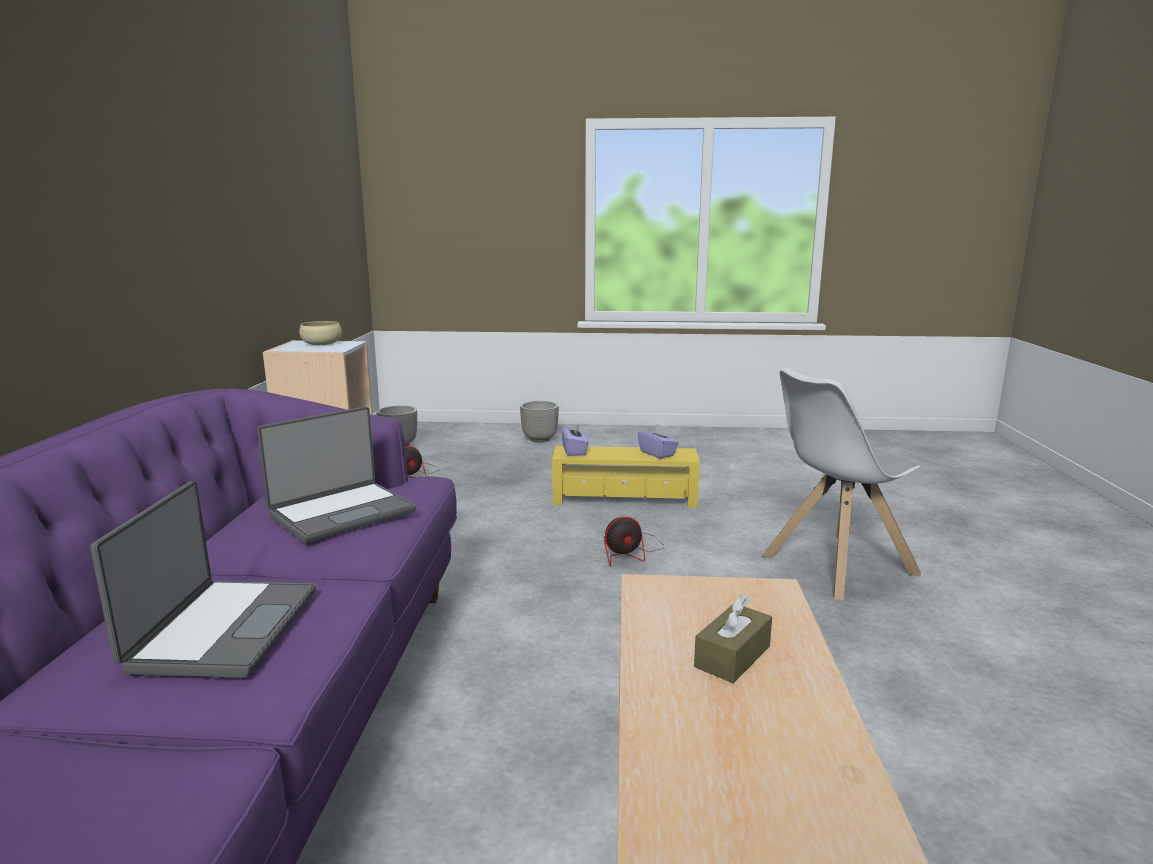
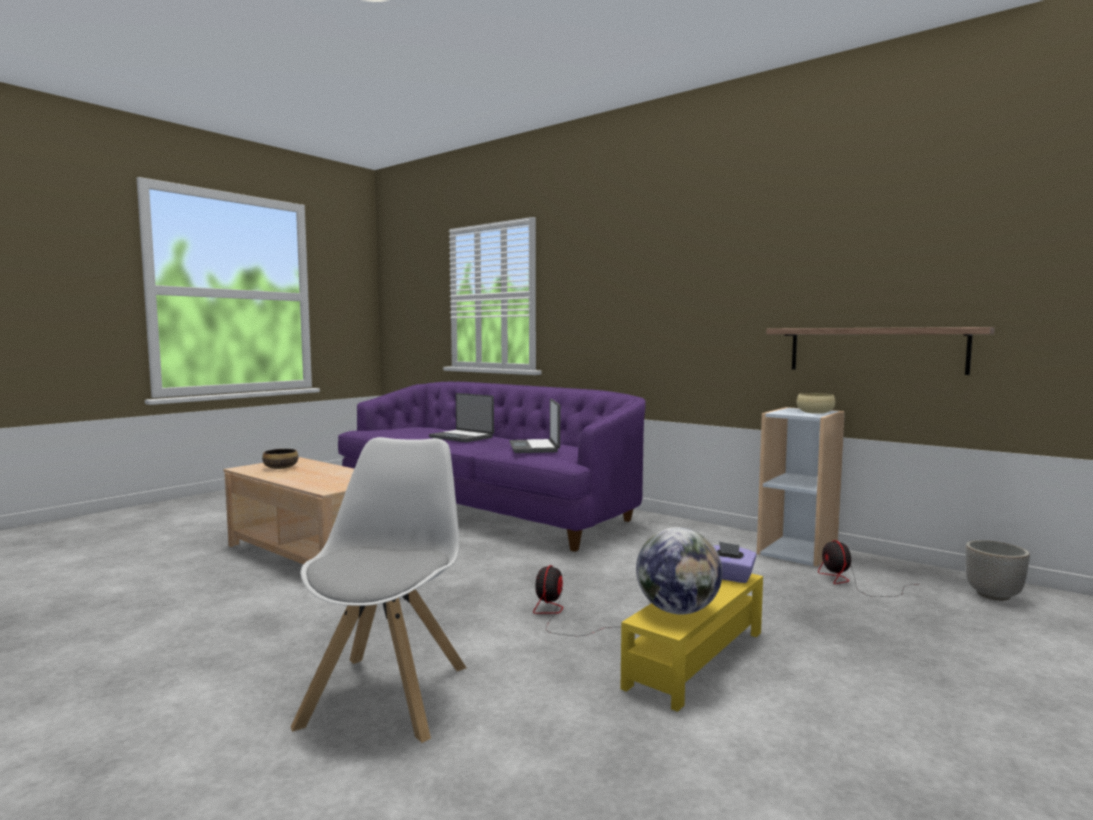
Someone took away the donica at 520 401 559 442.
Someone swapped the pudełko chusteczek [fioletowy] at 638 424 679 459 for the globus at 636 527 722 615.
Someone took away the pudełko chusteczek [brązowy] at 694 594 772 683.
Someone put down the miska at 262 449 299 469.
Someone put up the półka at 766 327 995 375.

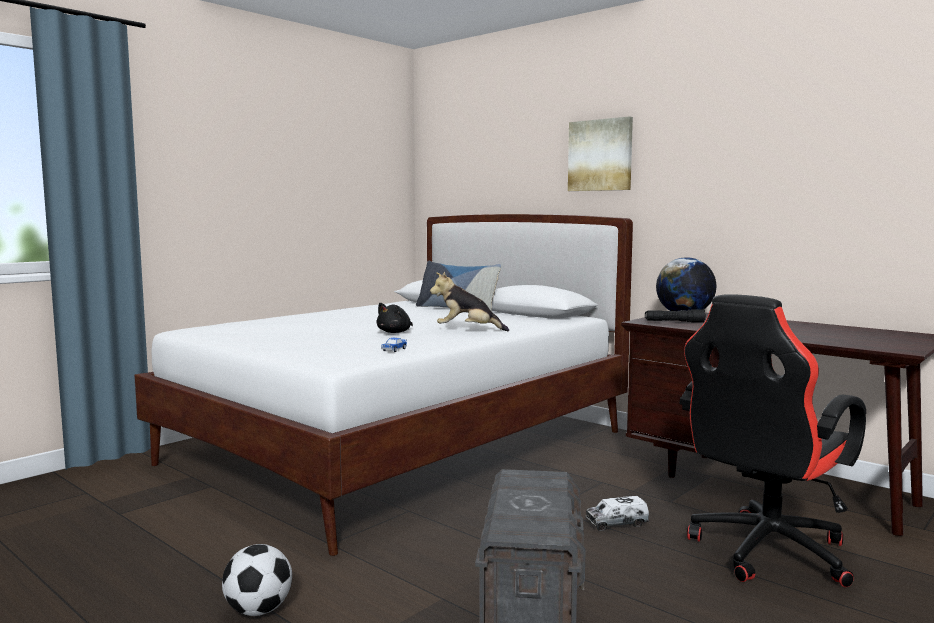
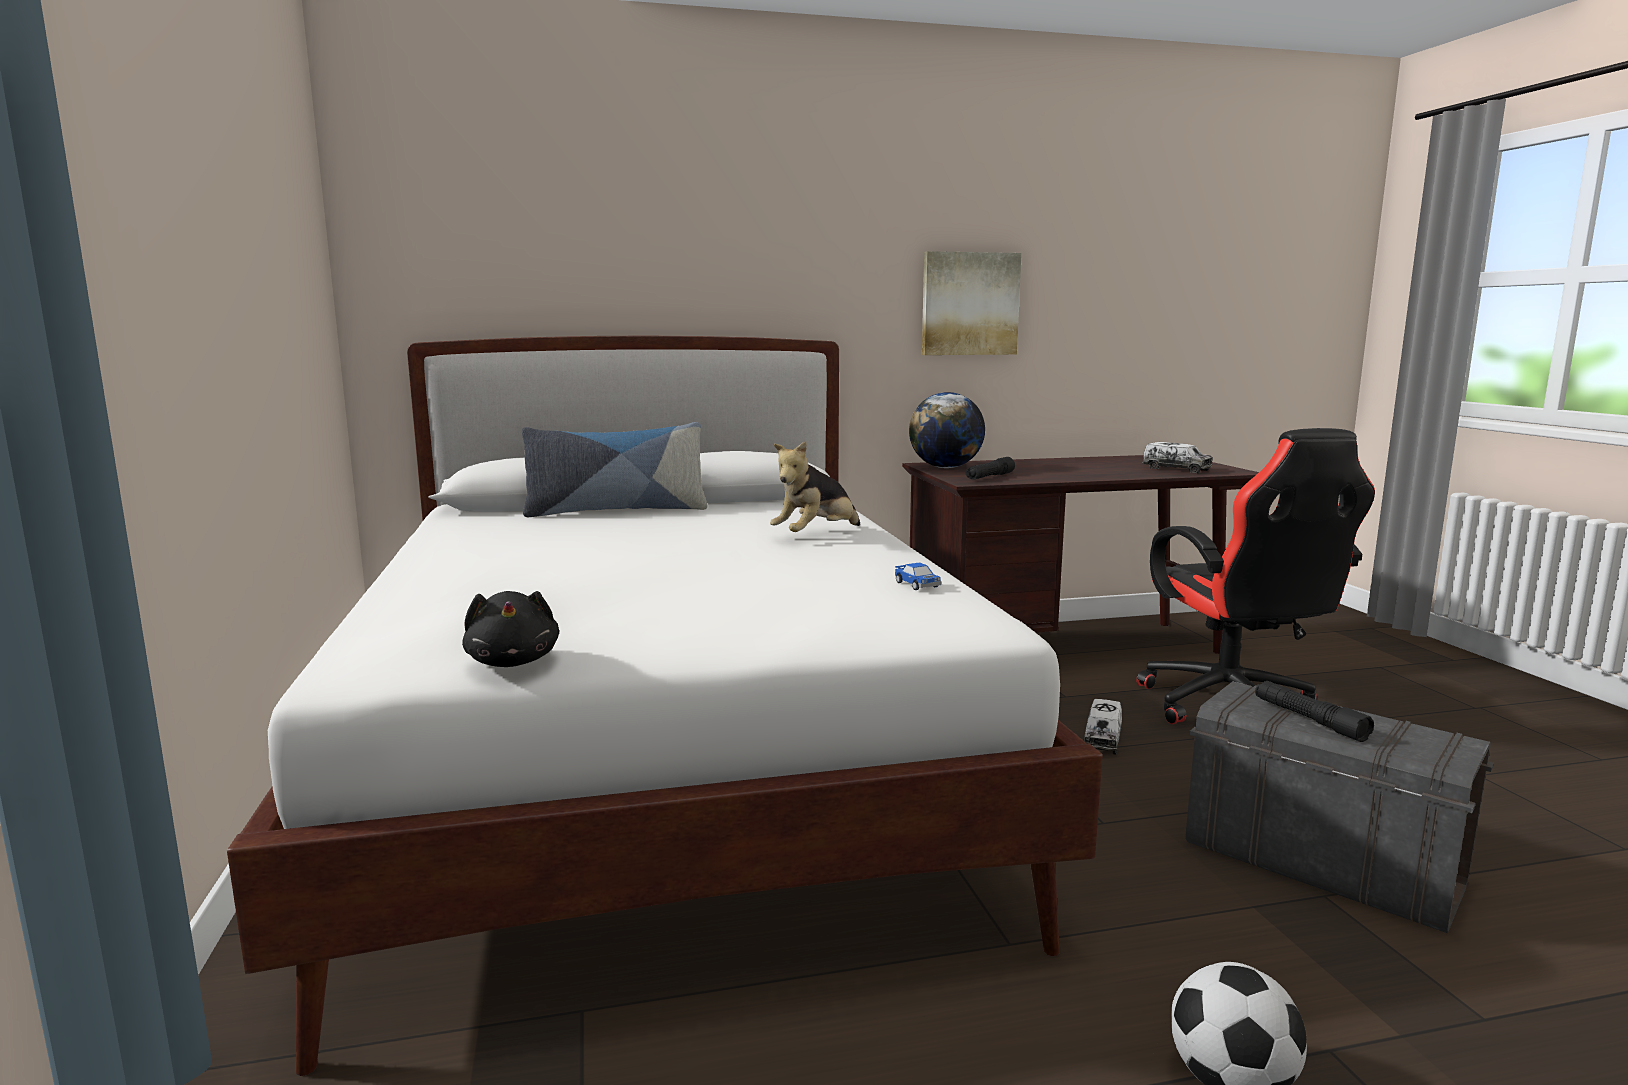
Someone carried the pluszak [czarny] from 377 303 413 333 to 462 591 559 667.
Someone carried the obraz from 568 116 633 191 to 922 251 1022 355.
Someone put down the ciężarówka zabawkowa at 1142 442 1213 473.
Someone put down the latarka [czarny] at 1255 681 1374 742.

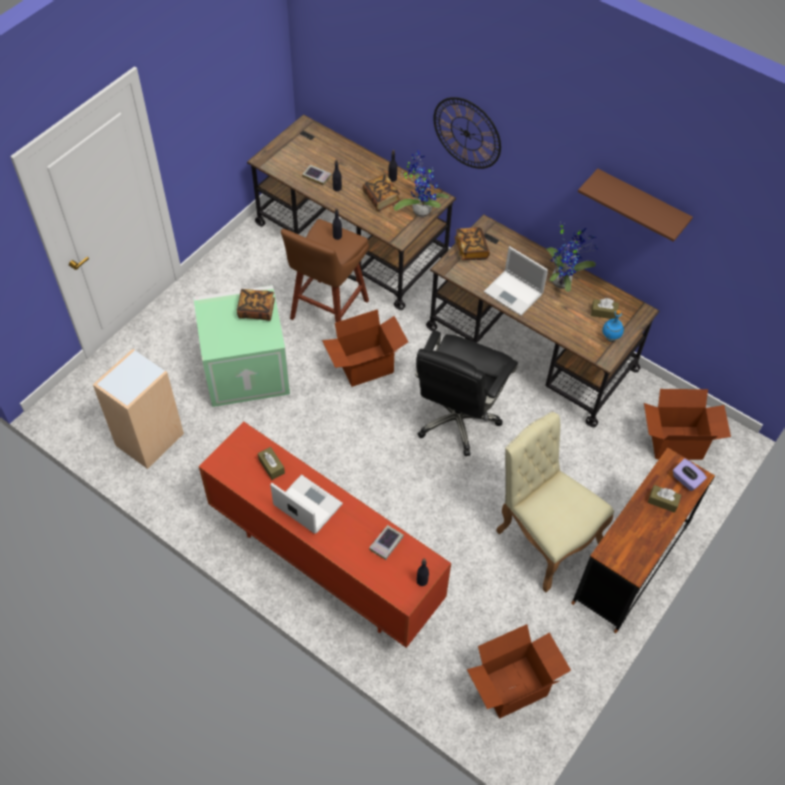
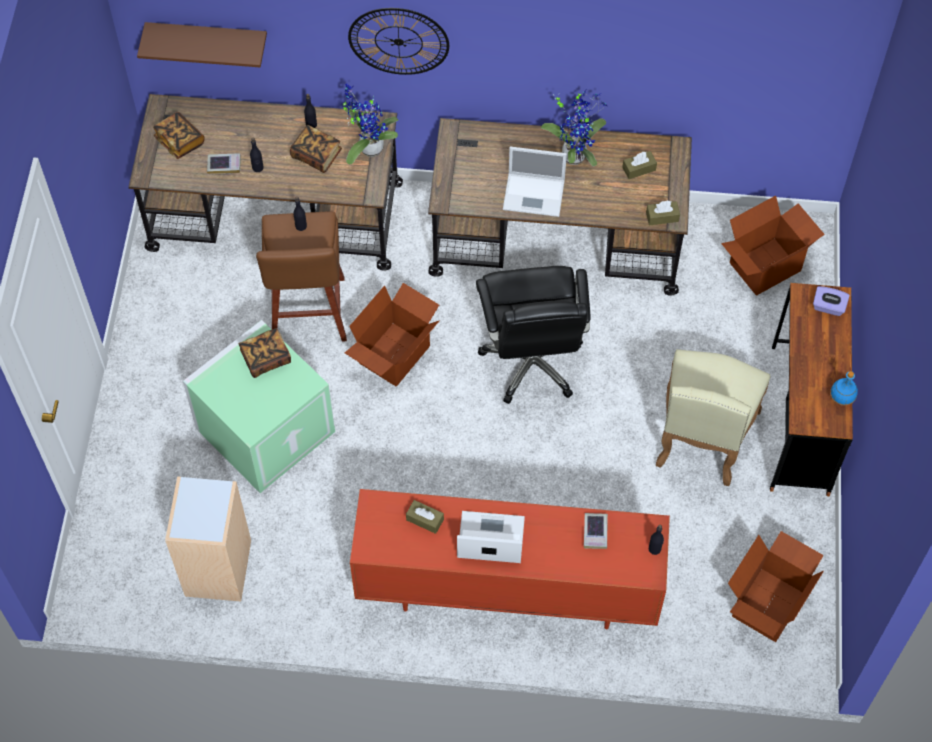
Someone carried the książka from 455 227 490 260 to 153 112 205 159.
Someone rotated the krzesło [beżowy] at 496 411 614 592 by 90 degrees counterclockwise.
Someone carried the półka [brązowy] from 578 169 693 242 to 137 22 267 67.
Someone carried the butelka [niebieski] from 602 310 624 341 to 830 371 858 406.
Someone carried the pudełko chusteczek [brązowy] from 648 485 681 513 to 646 200 680 226.

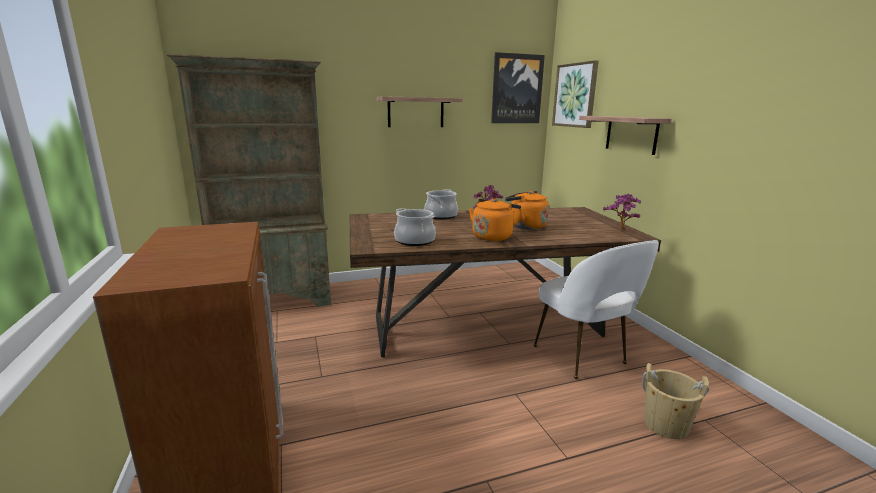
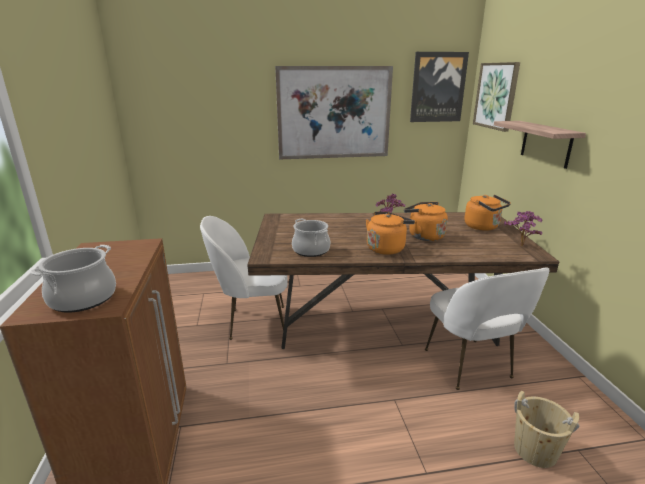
Someone took away the regał [zielony] at 167 54 331 307.
Someone swapped the półka at 377 96 462 127 for the obraz at 275 66 393 160.
Someone carried the garnek from 424 189 458 219 to 30 245 116 313.
Someone put down the krzesło [biały] at 200 216 288 340.
Someone put down the czajnik [pomarańczowy] at 464 195 511 231.

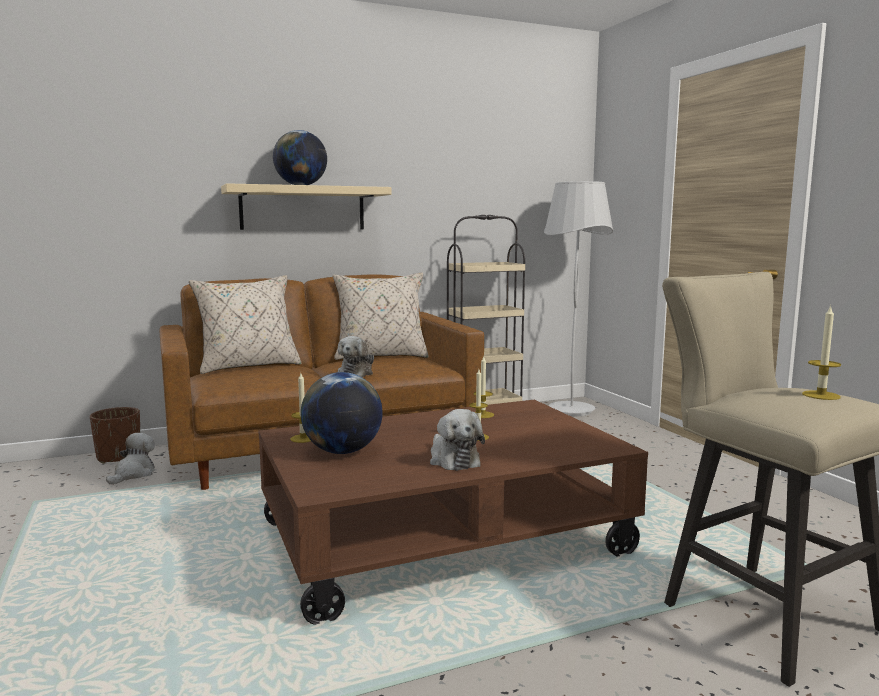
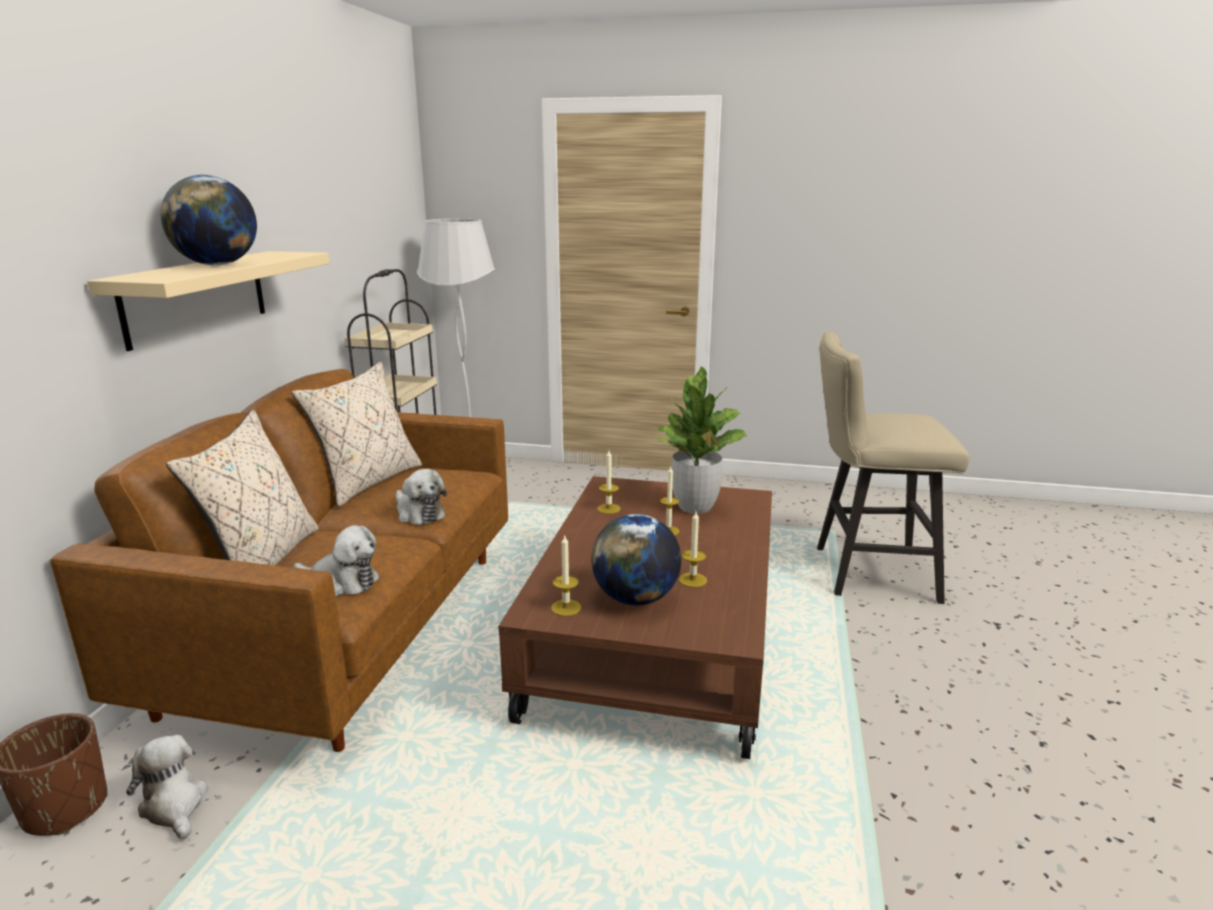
Someone carried the pluszak from 430 409 485 471 to 293 525 380 596.
Someone carried the świeca from 802 305 841 400 to 679 512 707 587.
Someone put down the roślina doniczkowa at 655 366 747 514.

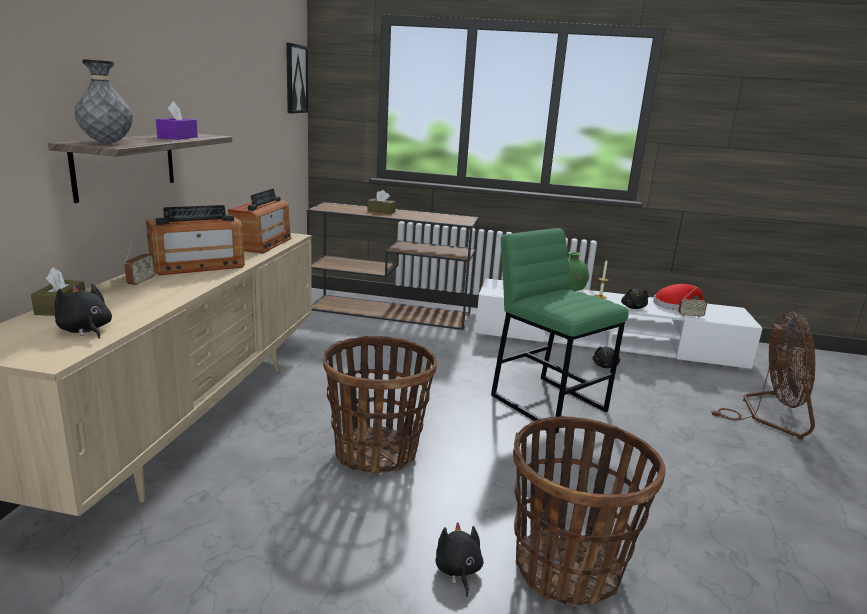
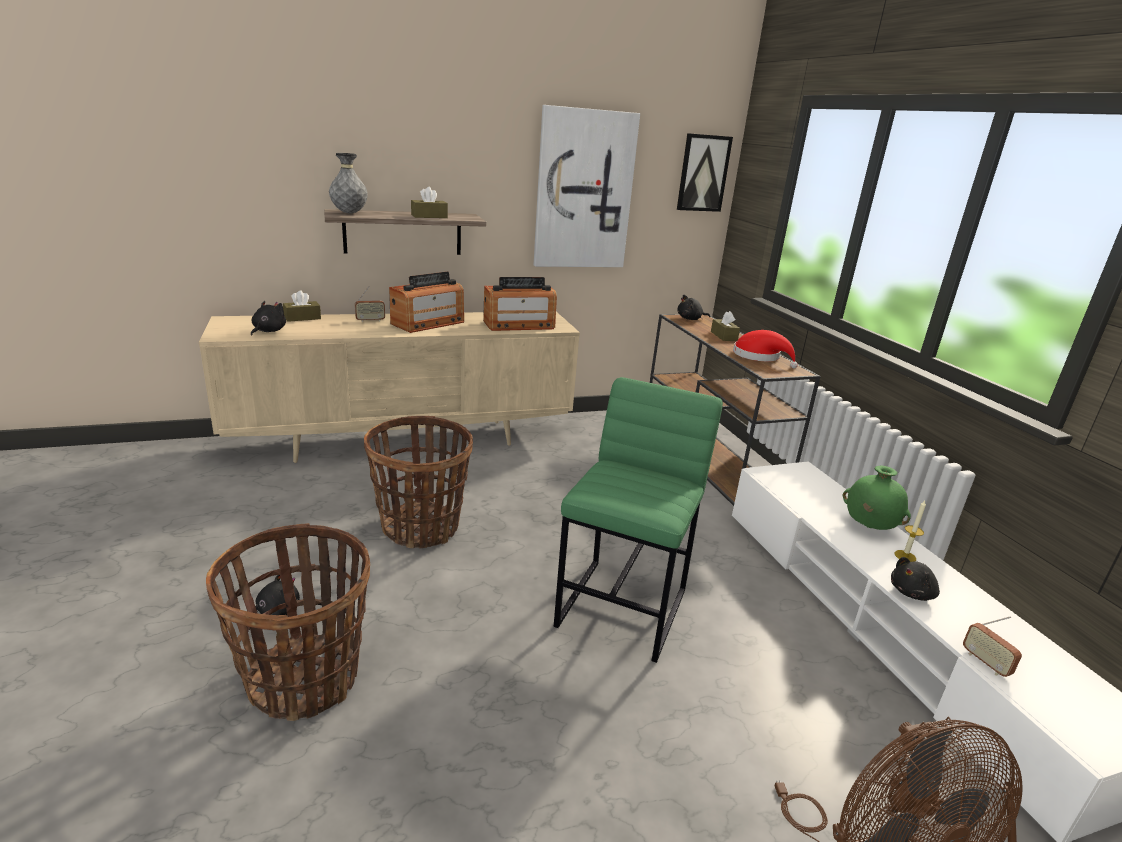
Someone rotated the radio at 146 205 245 275 by 75 degrees counterclockwise.
Someone repainted the pudełko chusteczek [fioletowy] at 156 101 198 140, which became the pudełko chusteczek [brązowy] at 411 187 448 218.
Someone carried the pluszak [czarny] from 593 346 620 368 to 677 295 710 320.
Someone carried the kapelusz [czerwony] from 653 284 703 310 to 733 330 798 368.
Someone put up the obraz at 534 105 640 267.

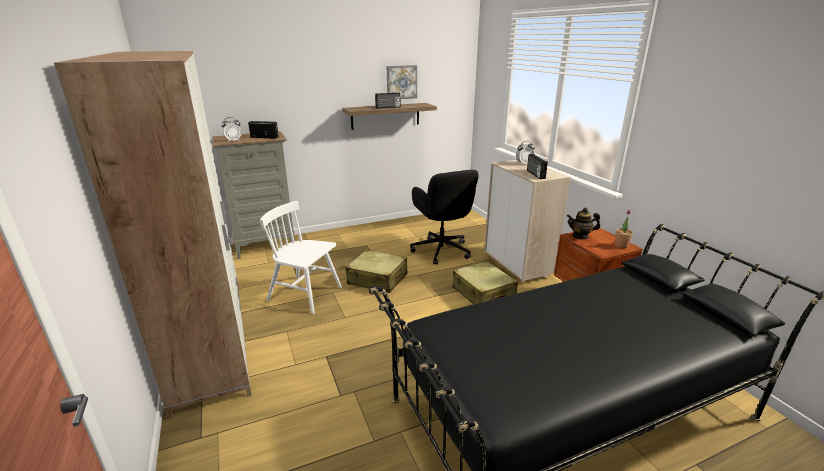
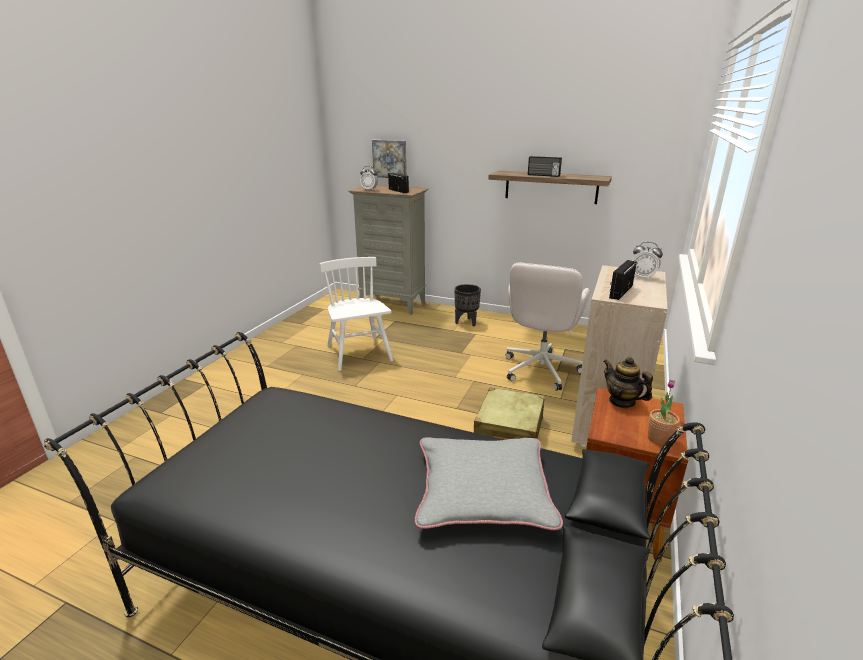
Someone took away the szafa [biały] at 54 51 252 419.
Someone took away the walizka [beżowy] at 345 250 408 293.
Someone carried the obraz from 387 65 417 99 to 372 140 407 178.
Someone repainted the krzesło biurowe [czarny] at 410 170 479 265, which became the krzesło biurowe [biały] at 505 263 590 391.
Someone put down the poduszka [szary] at 415 437 563 531.
Someone put down the donica [czarny] at 454 284 481 326.

